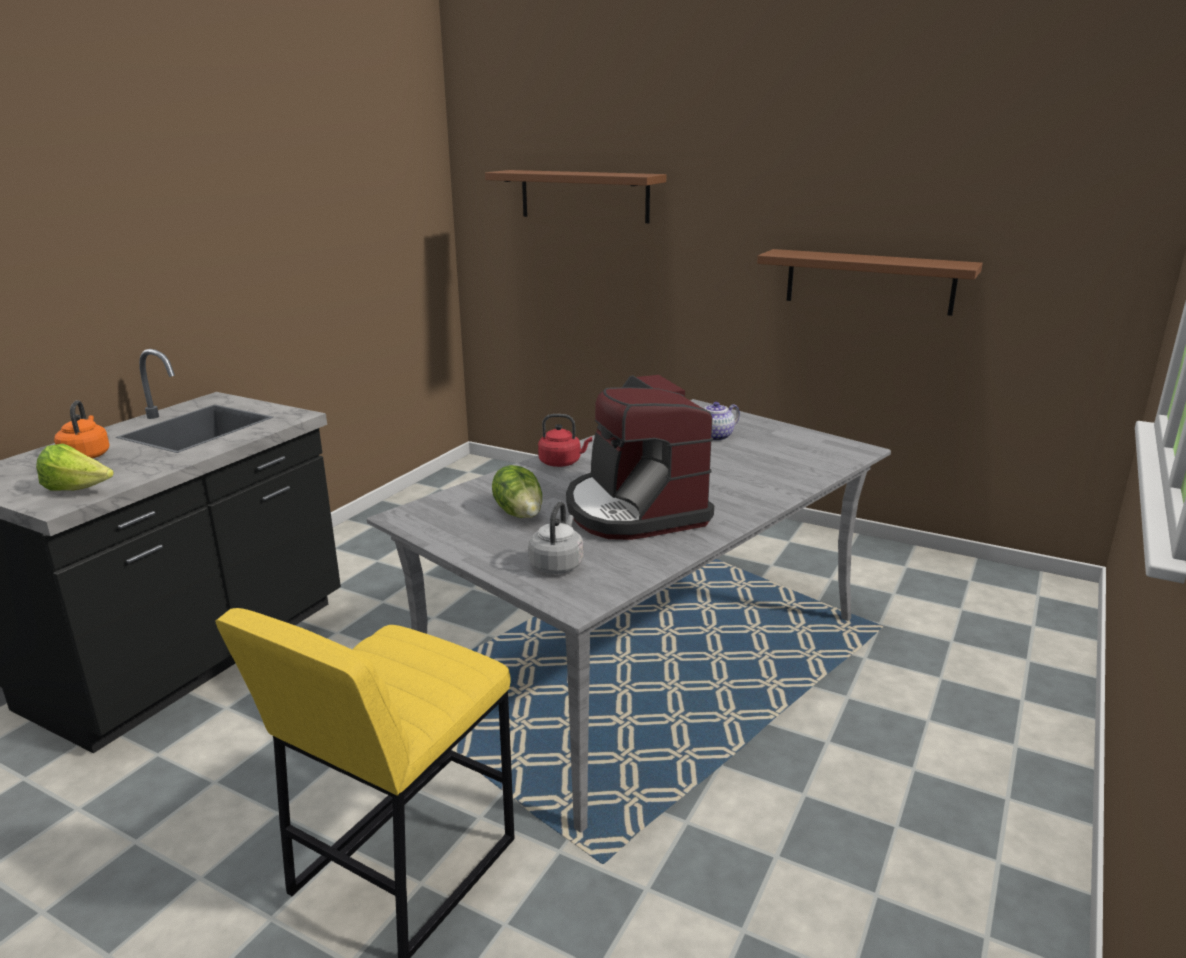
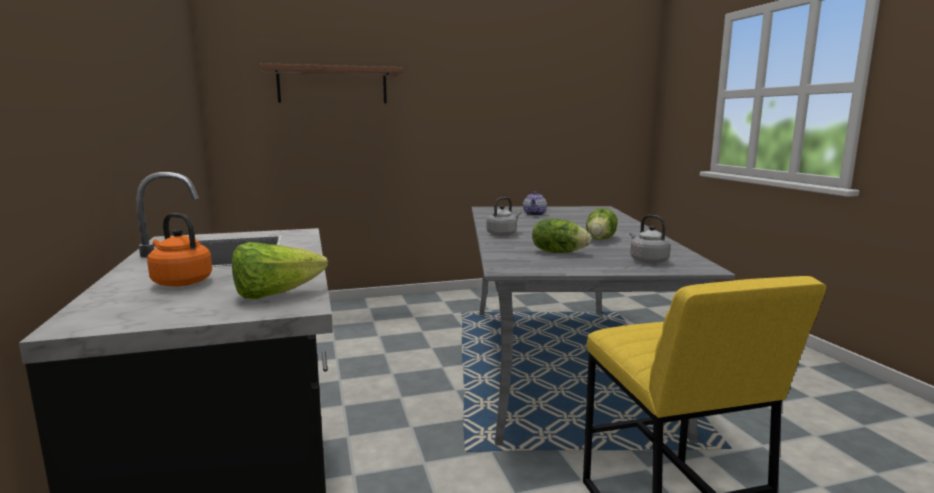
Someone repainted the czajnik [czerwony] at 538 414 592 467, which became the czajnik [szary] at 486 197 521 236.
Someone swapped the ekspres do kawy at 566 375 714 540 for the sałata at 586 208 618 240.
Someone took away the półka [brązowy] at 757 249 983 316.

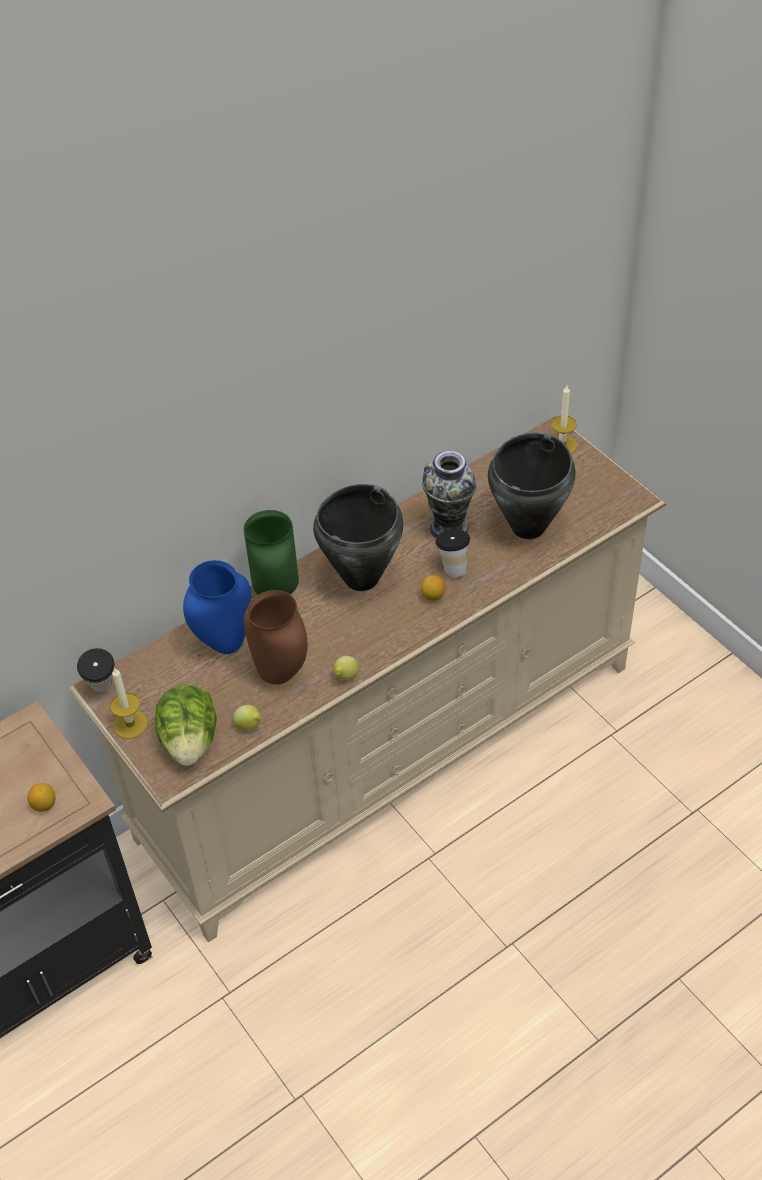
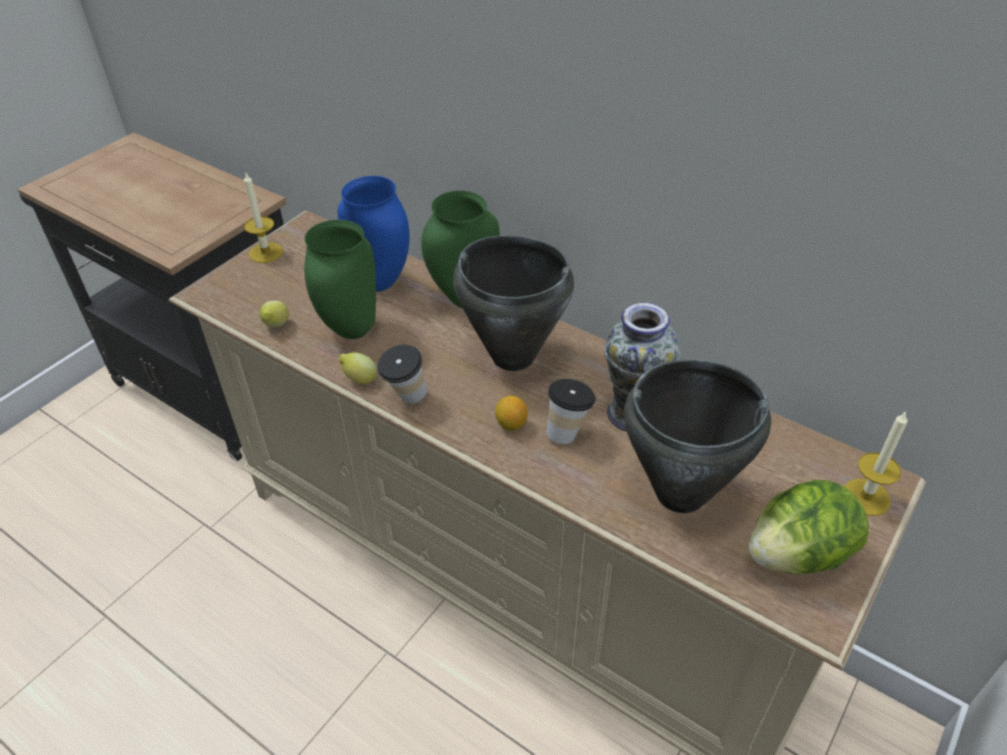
Someone took away the cytryna at 27 783 55 812.
Someone carried the filiżanka from 77 648 115 692 to 377 345 427 404.
Someone carried the sałata from 155 685 217 765 to 749 480 869 574.
Someone repainted the wazon [brązowy] at 244 590 308 685, which became the wazon [zielony] at 304 220 376 339.

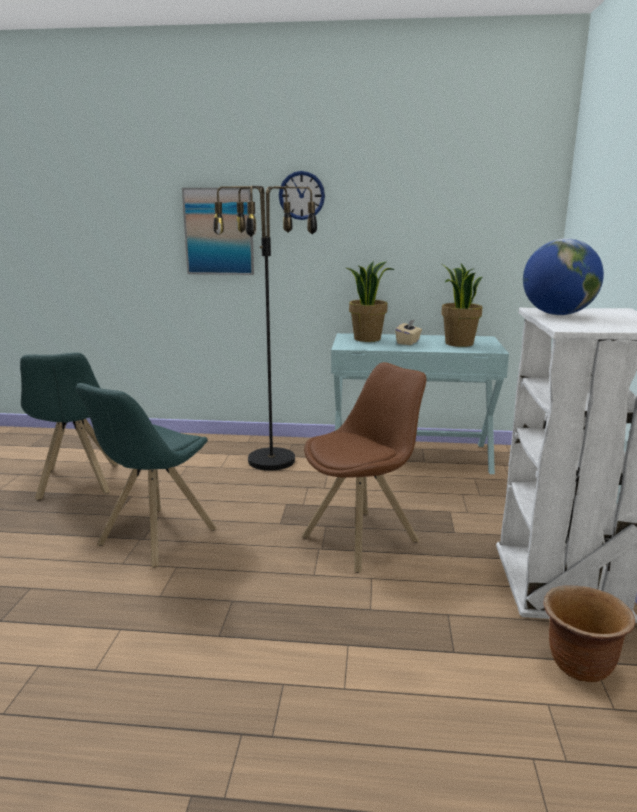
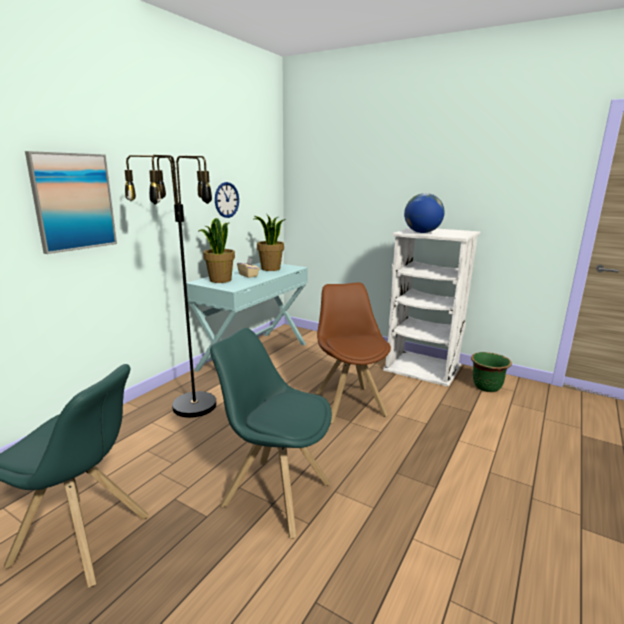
Someone rotated the krzesło [turkusowy] at 76 383 216 568 by 150 degrees clockwise.
Someone carried the zegar ścienny from 279 171 325 220 to 215 182 239 218.
Someone repainted the donica [brązowy] at 543 585 635 682, which became the donica [zielony] at 471 352 512 392.

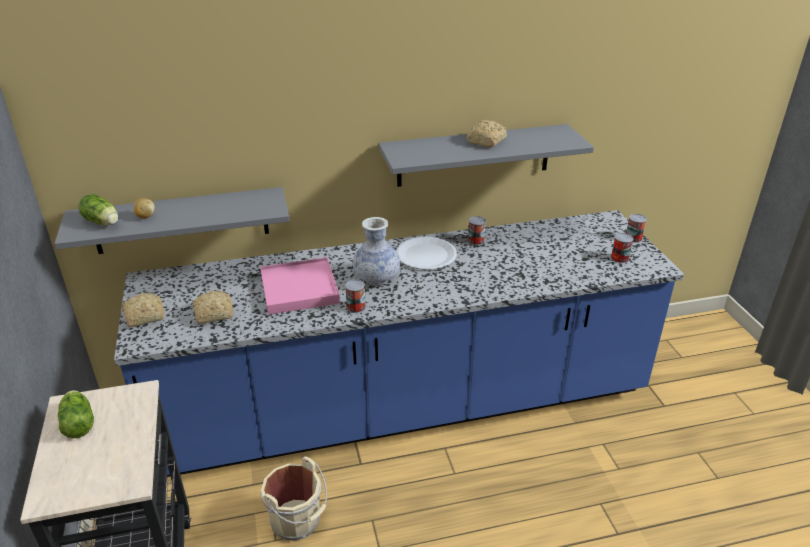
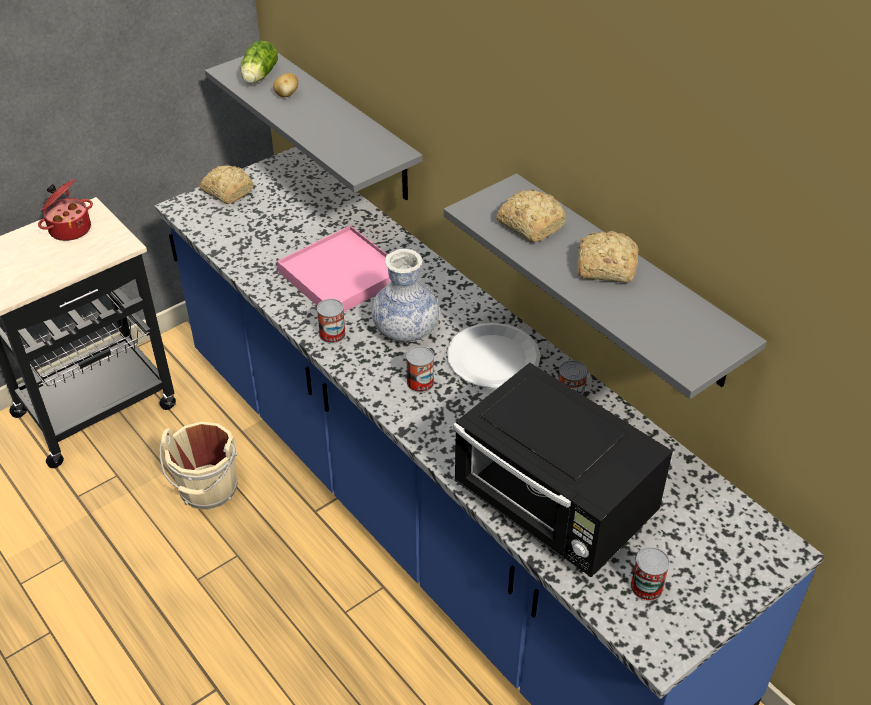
Someone swapped the sałata at 58 390 94 438 for the garnek at 38 179 93 241.
Someone carried the chleb from 193 290 233 324 to 496 189 566 242.
Someone carried the puszka from 626 214 647 243 to 406 346 434 393.
Someone put down the mikrofalówka [czarny] at 453 363 673 577.

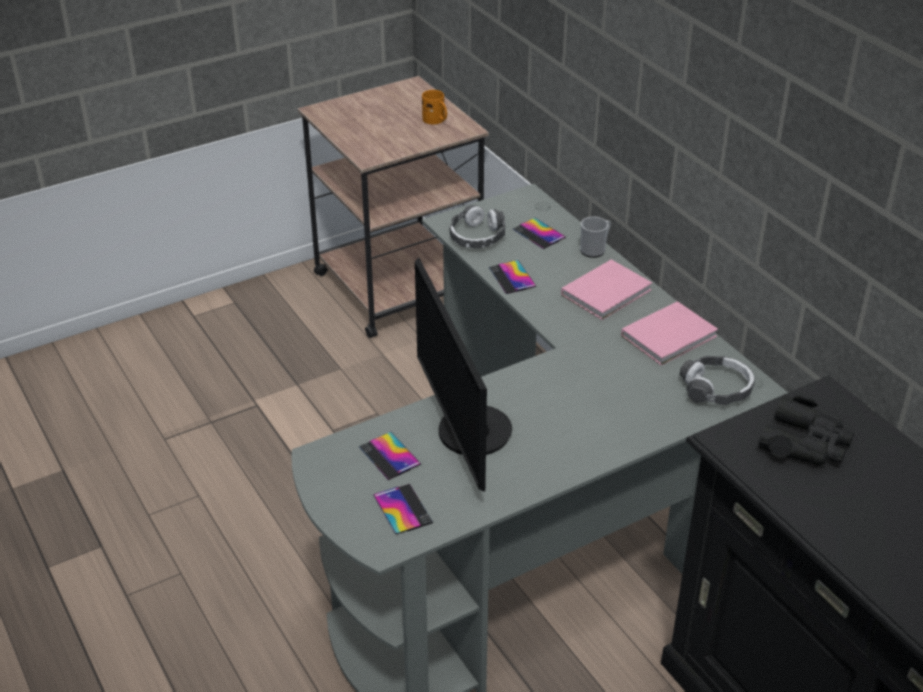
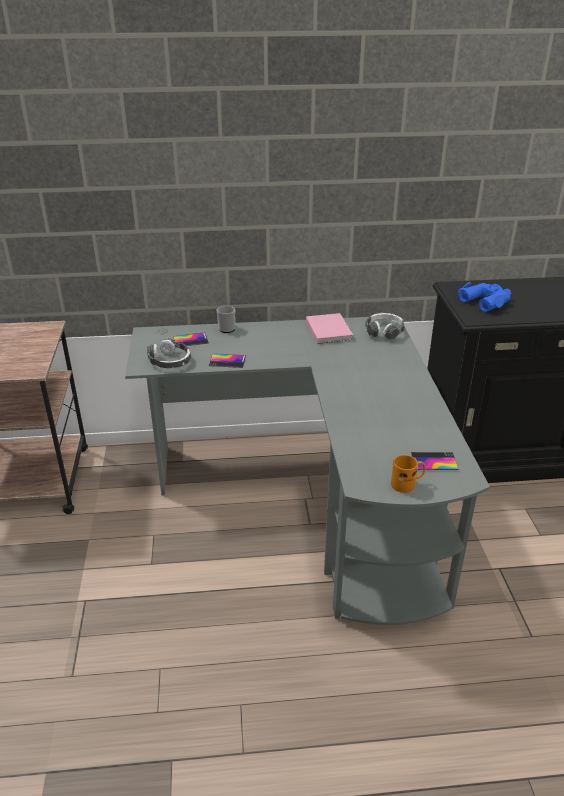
Someone took away the telefon at 359 432 421 480.
Someone took away the monitor at 415 257 512 492.
Someone carried the kubek [pomarańczowy] from 422 90 447 124 to 391 455 426 493.
Someone took away the książka [różowy] at 561 260 652 320.
Someone repainted the lornetka [czarny] at 759 395 854 465, which became the lornetka [niebieski] at 458 282 511 312.

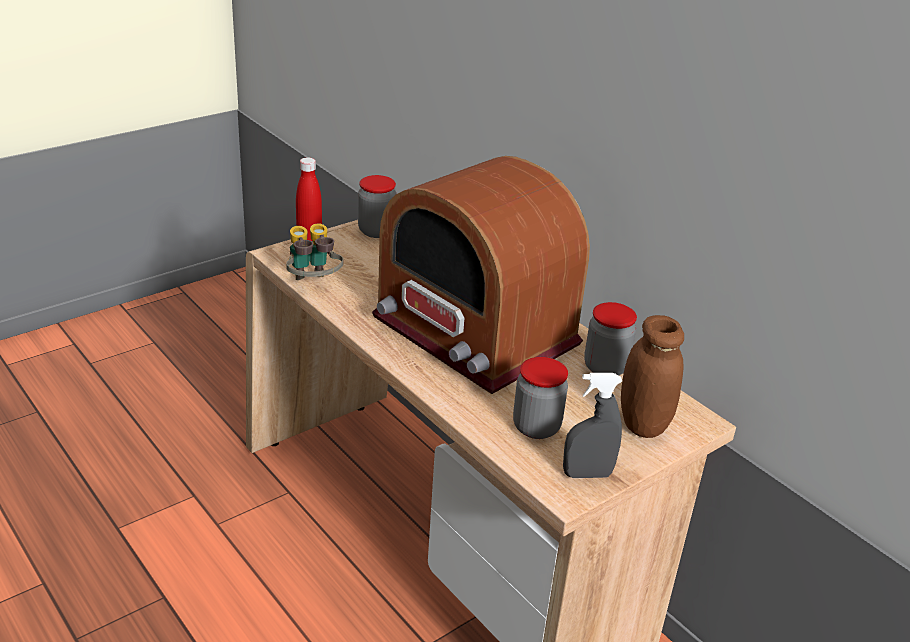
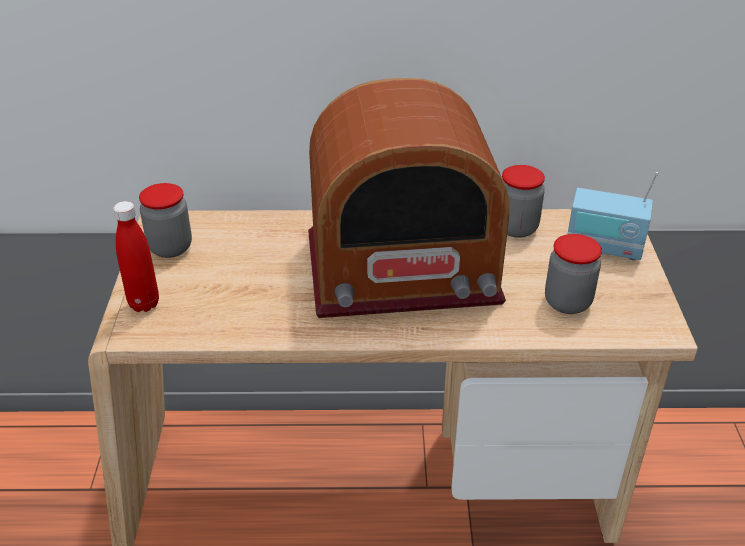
Someone took away the lornetka at 286 223 343 280.
Someone took away the spryskiwacz [szary] at 563 373 622 478.
Someone swapped the słoik [brązowy] at 621 315 684 438 for the radio at 568 172 658 261.

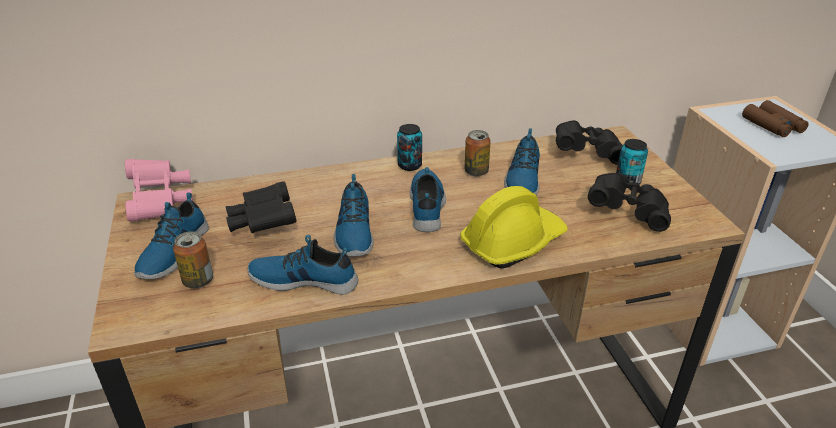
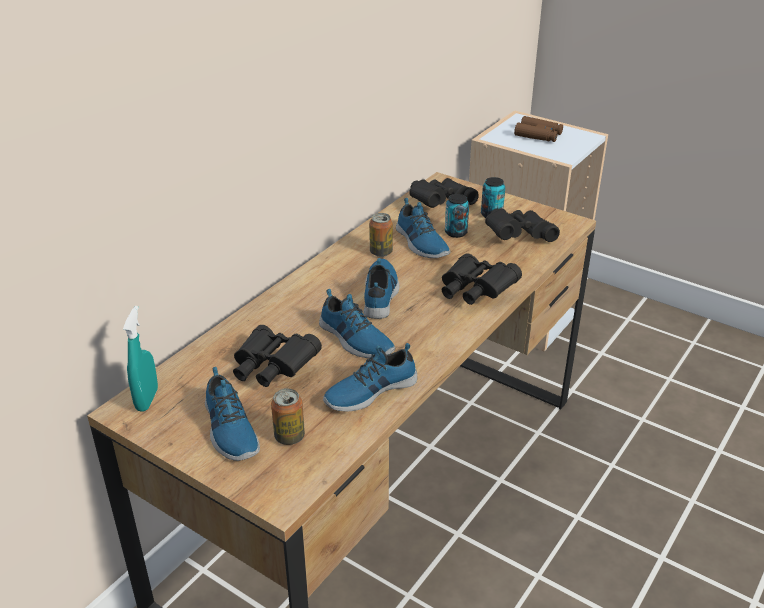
Someone swapped the lornetka [różowy] at 125 159 193 222 for the spryskiwacz [turkusowy] at 123 306 158 412.
Someone carried the puszka from 397 124 422 171 to 445 194 469 238.
Someone rotated the but at 409 167 446 232 by 45 degrees clockwise.
Someone swapped the kask [żółty] at 460 186 568 269 for the lornetka [czarny] at 442 253 522 305.

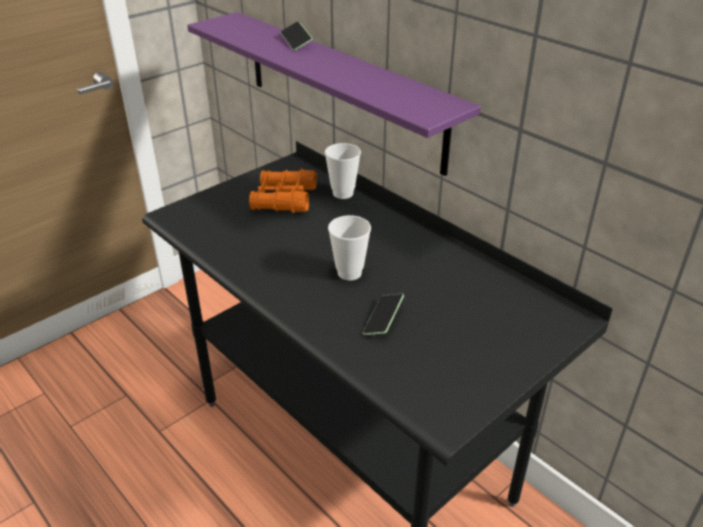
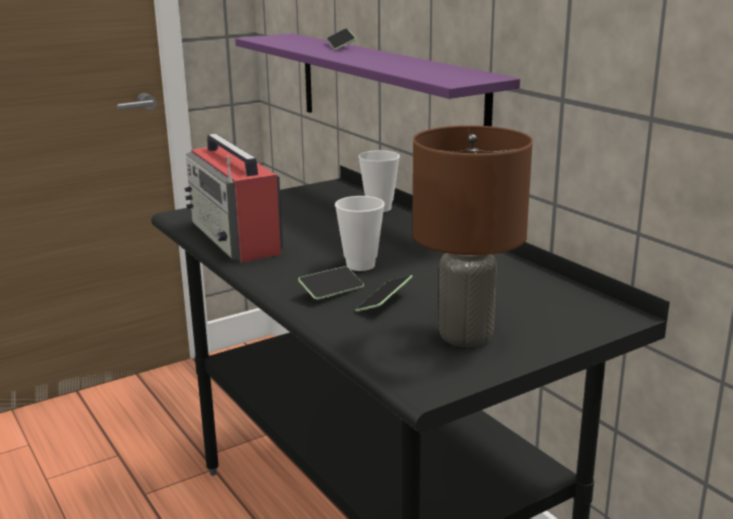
Someone took away the lornetka [pomarańczowy] at 249 169 317 213.
Someone put down the radio at 184 134 283 263.
Someone put down the telefon at 298 266 364 300.
Someone put down the lampa stołowa [brązowy] at 412 125 533 347.

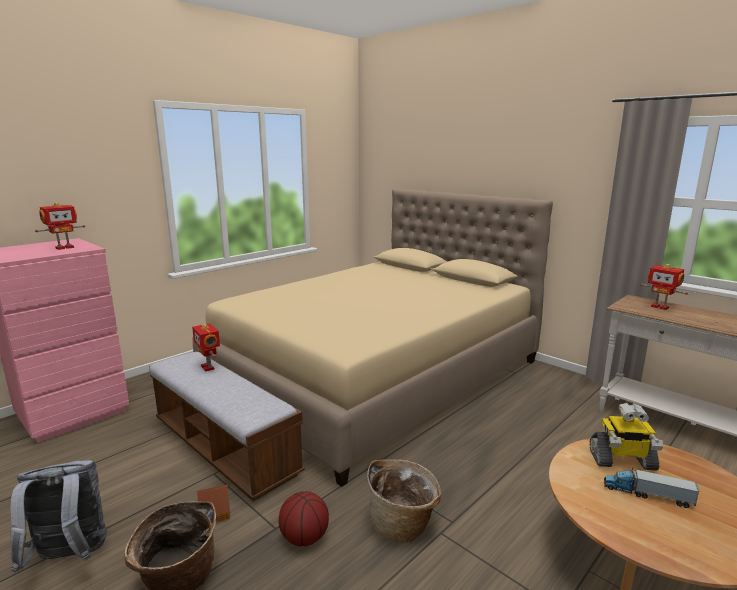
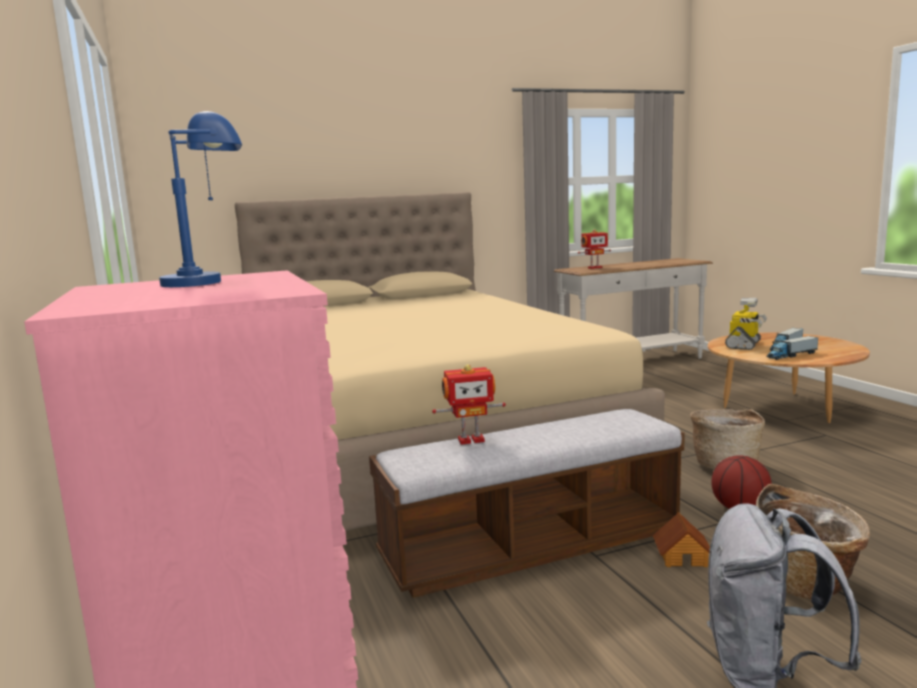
Someone swapped the robot zabawkowy at 35 202 85 250 for the lampa stołowa [niebieski] at 159 111 242 287.
Someone put down the ciężarówka zabawkowa at 767 336 818 360.

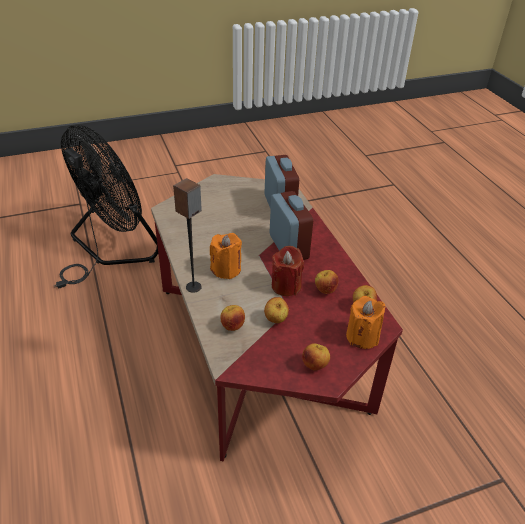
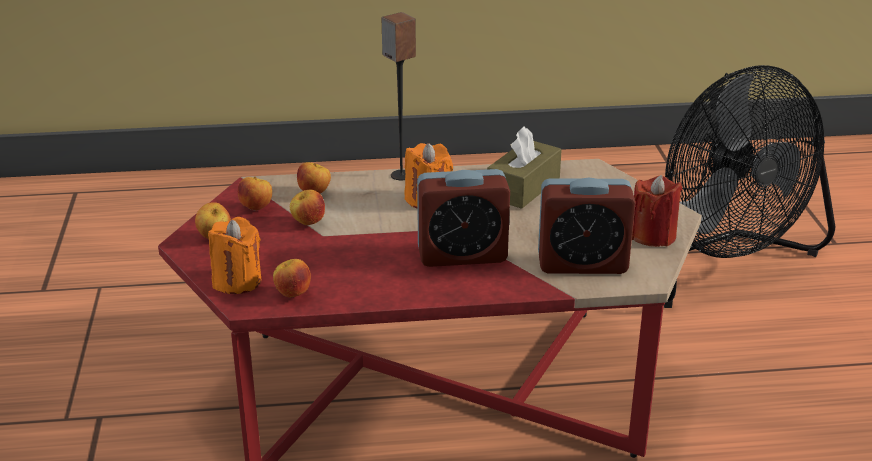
Someone carried the świeca [czerwony] from 272 246 304 296 to 632 175 682 247.
Someone carried the jabłko from 315 270 338 294 to 238 177 272 210.
Someone put down the pudełko chusteczek [brązowy] at 487 126 562 209.

